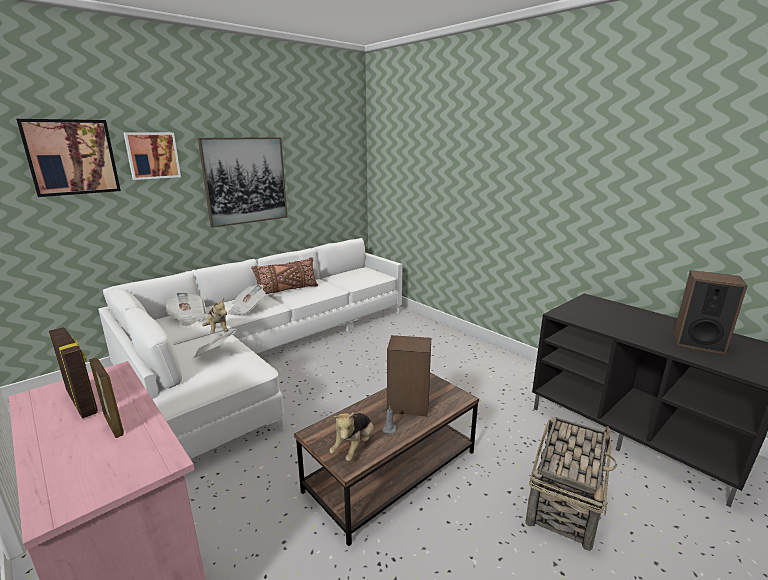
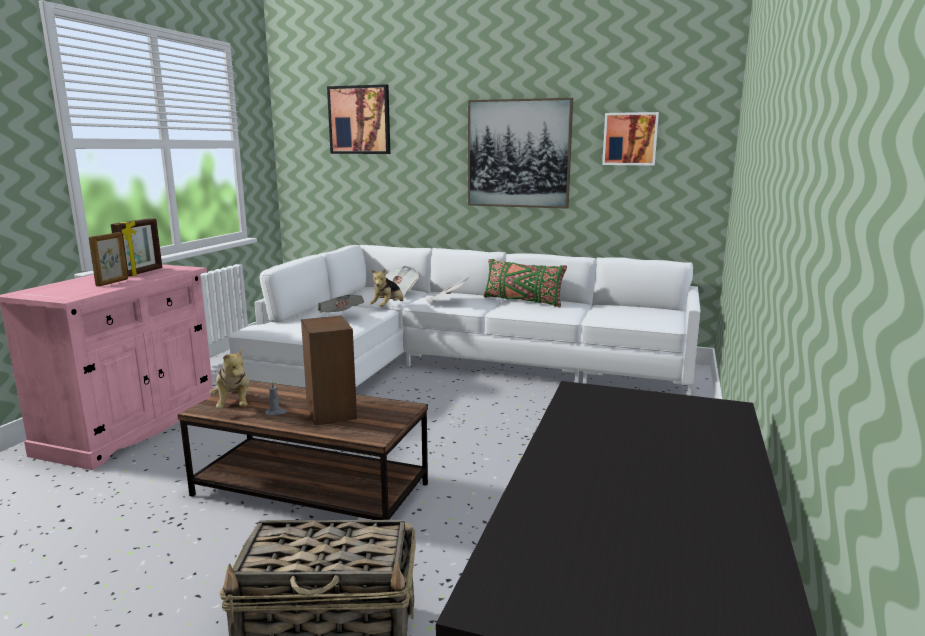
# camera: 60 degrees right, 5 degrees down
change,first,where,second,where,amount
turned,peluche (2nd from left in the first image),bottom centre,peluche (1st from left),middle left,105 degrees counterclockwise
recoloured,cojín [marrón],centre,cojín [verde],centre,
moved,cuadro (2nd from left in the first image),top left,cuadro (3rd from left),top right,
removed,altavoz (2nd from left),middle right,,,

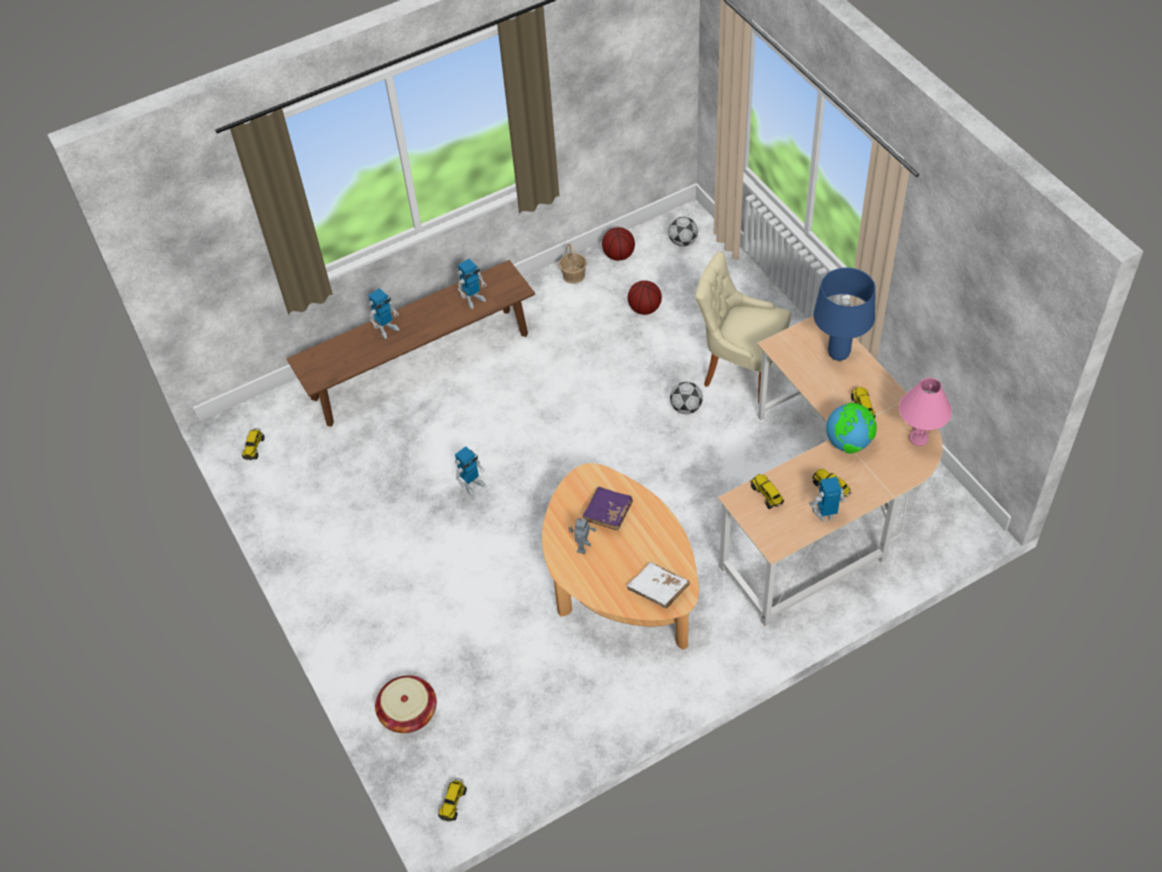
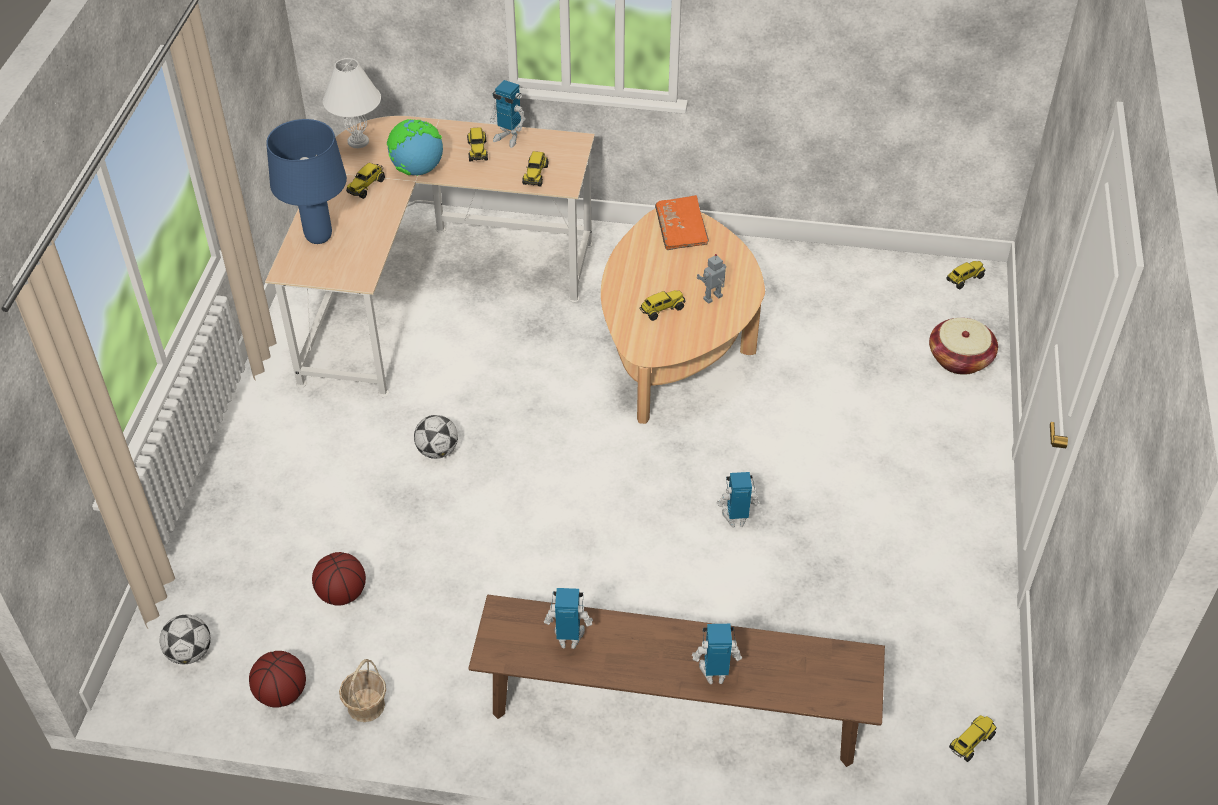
# camera: 145 degrees left, 5 degrees down
change,first,where,second,where,amount
recoloured,lámpara de mesa [rosa],middle right,lámpara de mesa [blanco],top left,
replaced,libro [morado],centre,camión de juguete (4th from left),centre,
recoloured,libro [blanco],bottom centre,libro [naranja],top centre,
removed,silla [beis],centre,,,

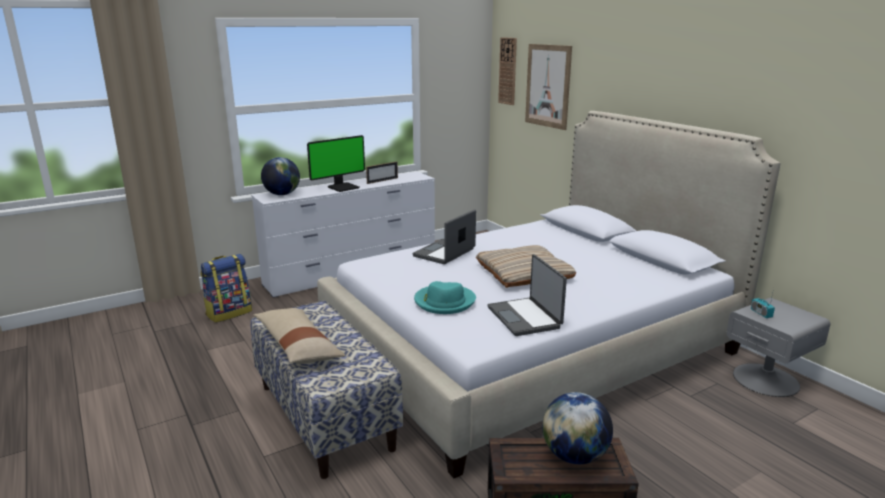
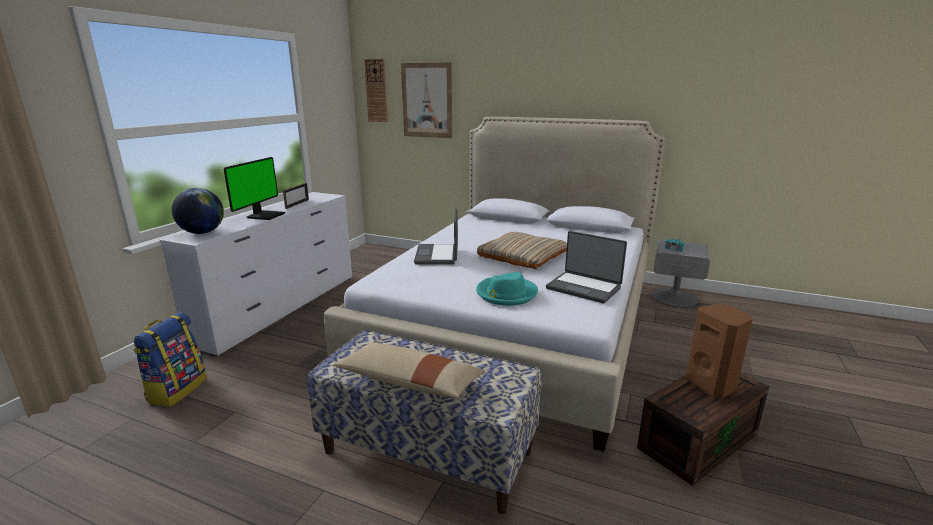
# camera: 35 degrees left, 0 degrees up
change,first,where,second,where,amount
replaced,globo terráqueo (2nd from left),bottom centre,altavoz [marrón],bottom right,

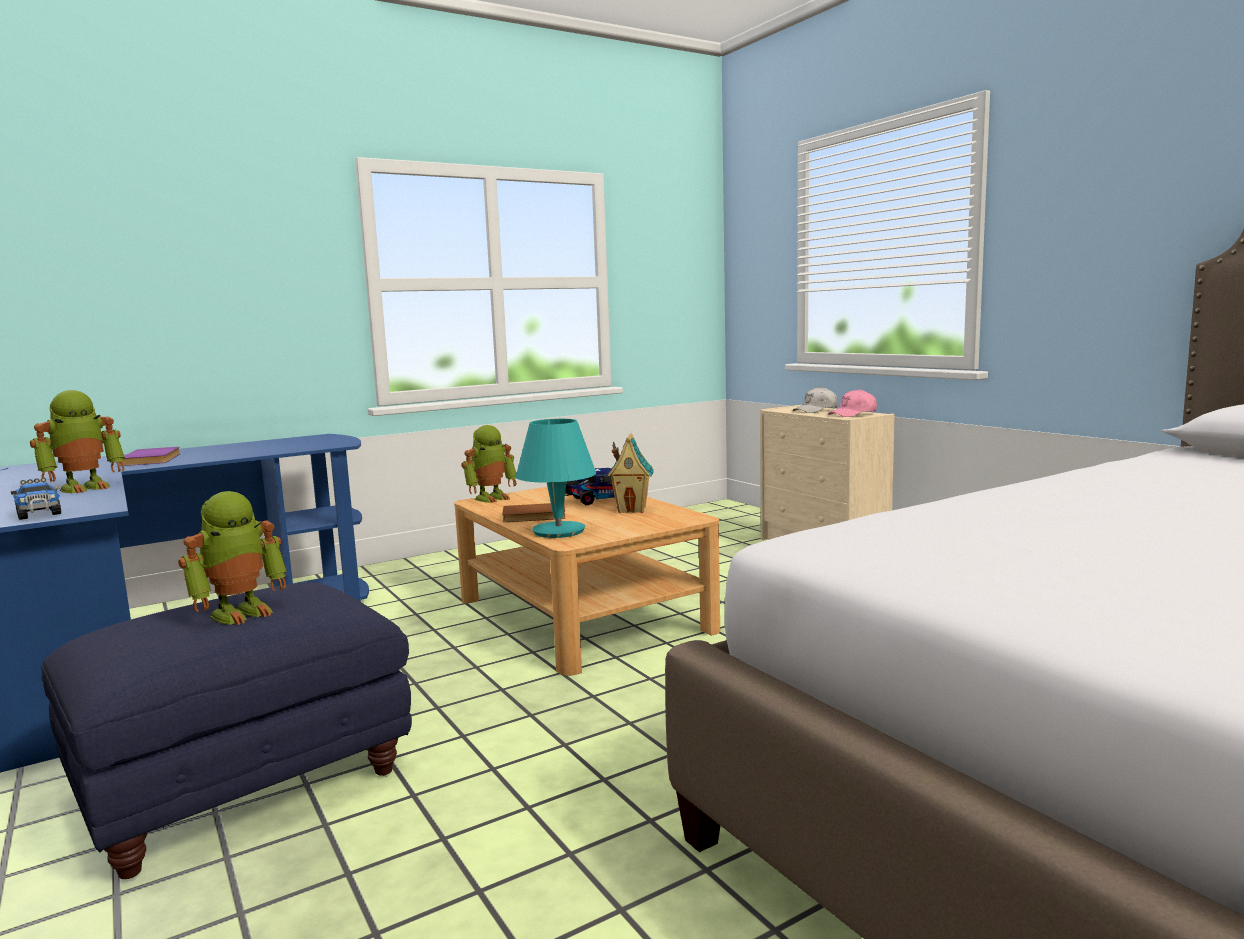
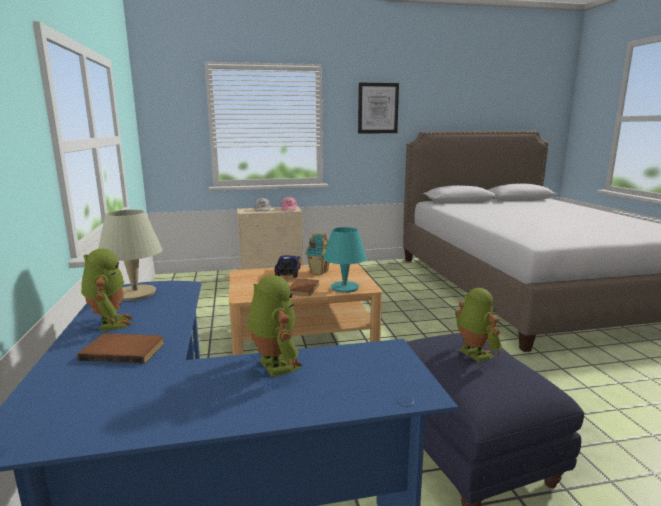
# camera: 70 degrees left, 5 degrees up
change,first,where,second,where,amount
recoloured,libro [morado],middle left,libro [marrón] (1st from left),bottom left,
moved,robot de juguete (3rd from left in the first image),centre,robot de juguete (1st from left),middle left,
added,,,lámpara de mesa [beis],middle left,
added,,,cuadro,top centre,
removed,camión de juguete (1st from left),middle left,,,

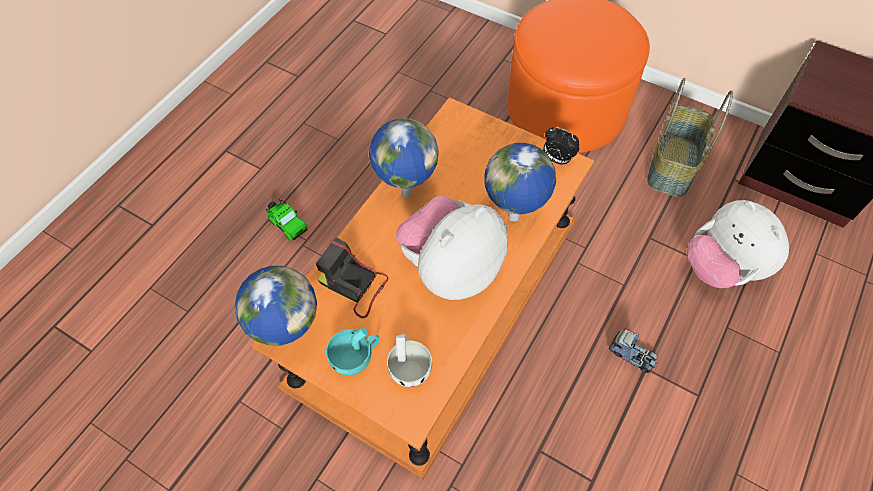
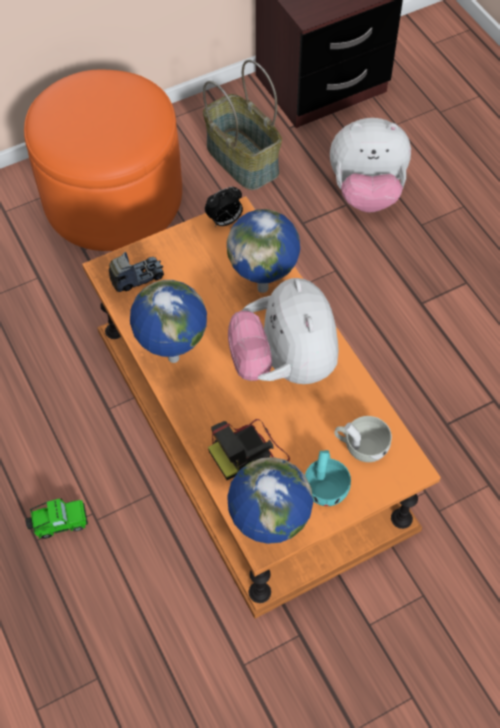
# camera: 60 degrees left, 0 degrees up
change,first,where,second,where,amount
moved,camión de juguete,bottom right,,middle left,

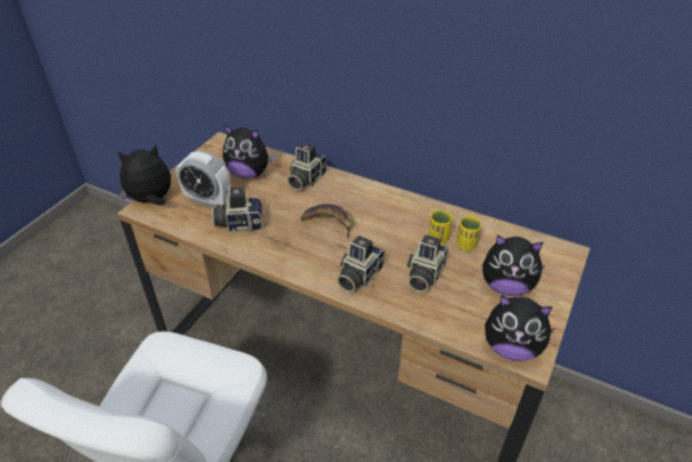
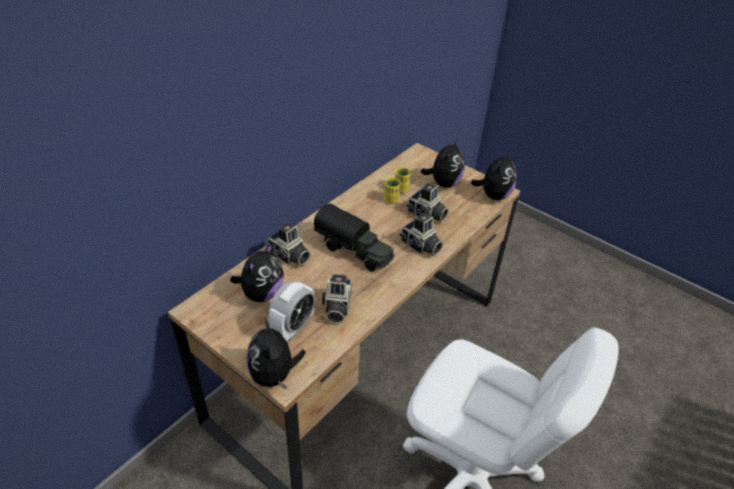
# camera: 80 degrees left, 0 degrees up
change,first,where,second,where,amount
replaced,plátano,centre,camión de juguete,centre,

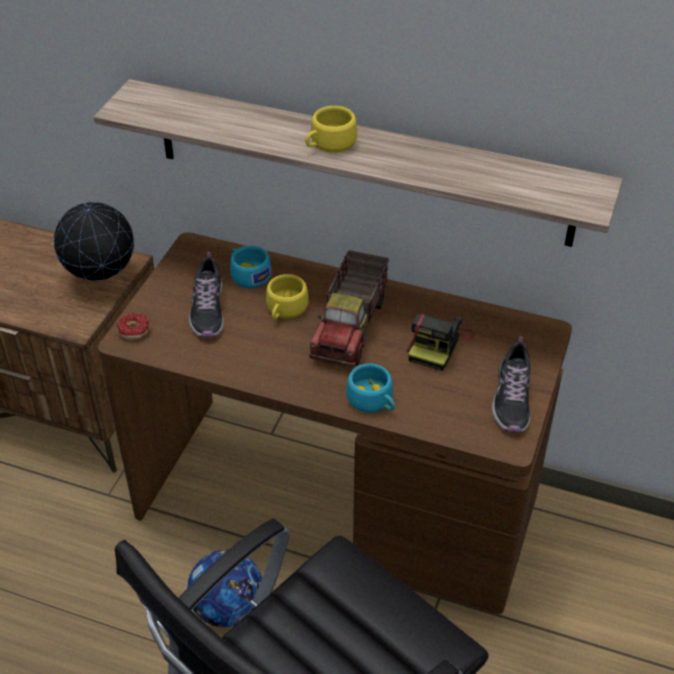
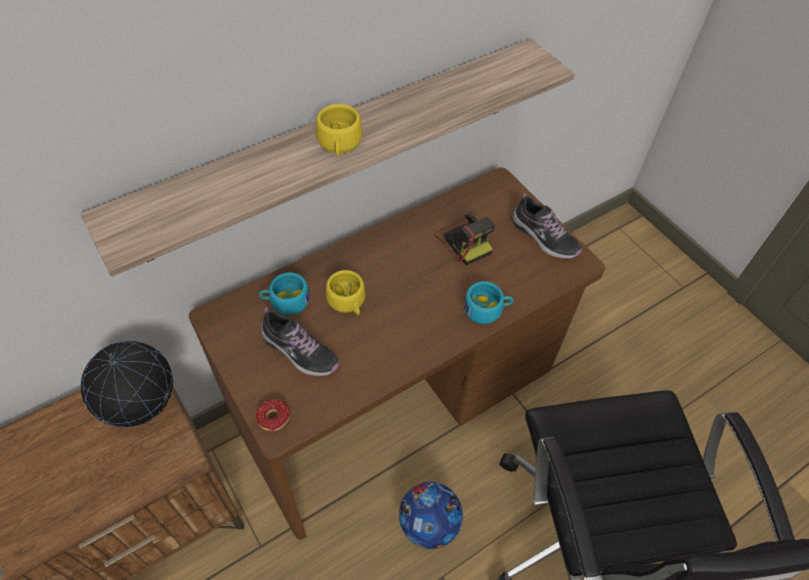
# camera: 55 degrees left, 10 degrees up
change,first,where,second,where,amount
removed,camión de juguete,centre,,,

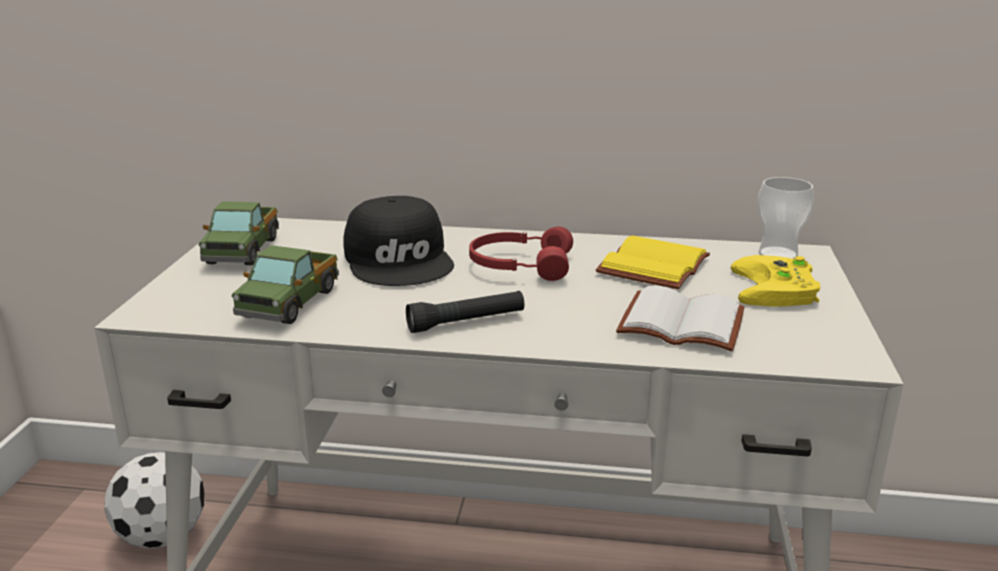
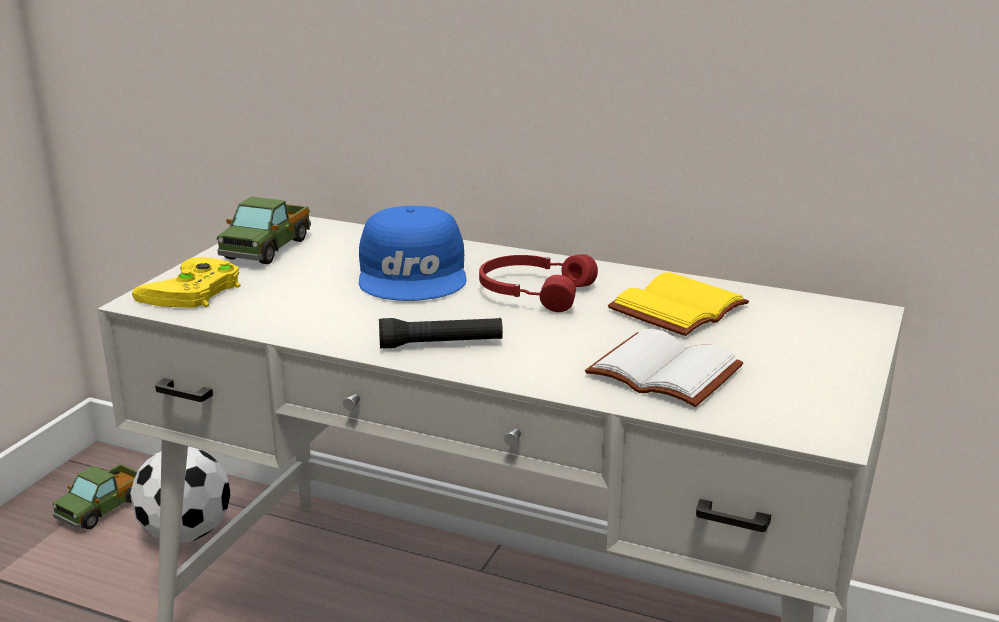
# camera: 15 degrees right, 0 degrees up
change,first,where,second,where,amount
moved,camión de juguete (2nd from left in the first image),middle left,camión de juguete (1st from left),bottom left,
moved,mando de consola [amarillo],middle right,,middle left,
recoloured,gorra [negro],centre,gorra [azul],centre,
removed,taza,middle right,,,

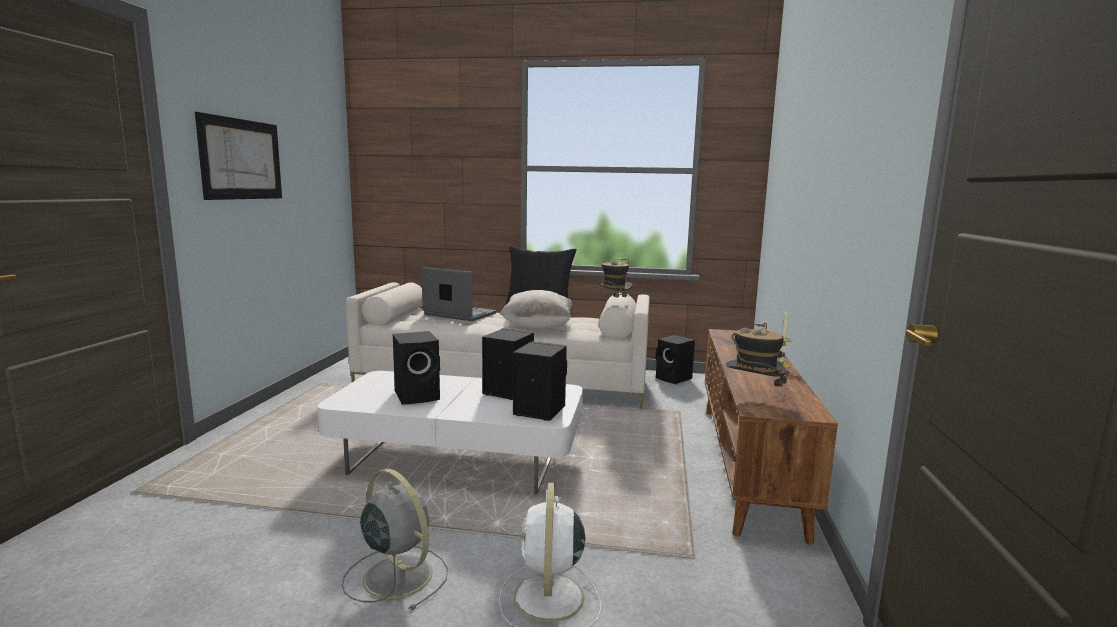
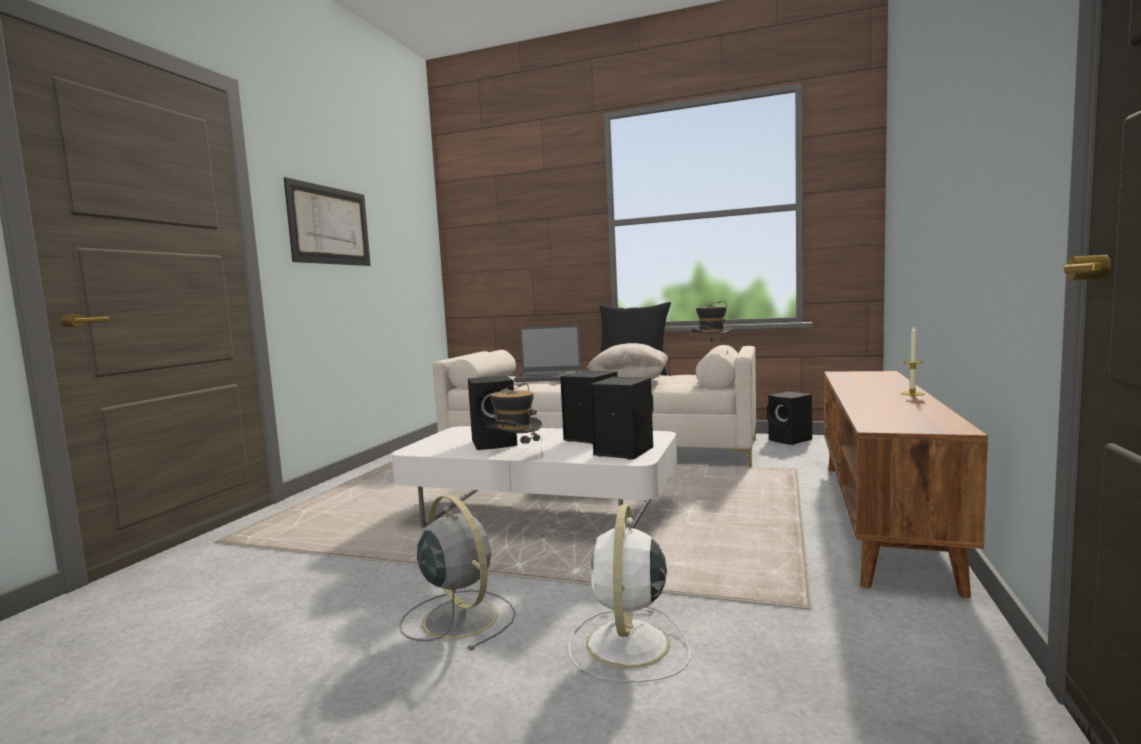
# camera: 10 degrees right, 5 degrees down
change,first,where,second,where,amount
moved,sombrero (2nd from left in the first image),middle right,sombrero (1st from left),centre,
turned,portátil,centre,,centre,150 degrees clockwise

